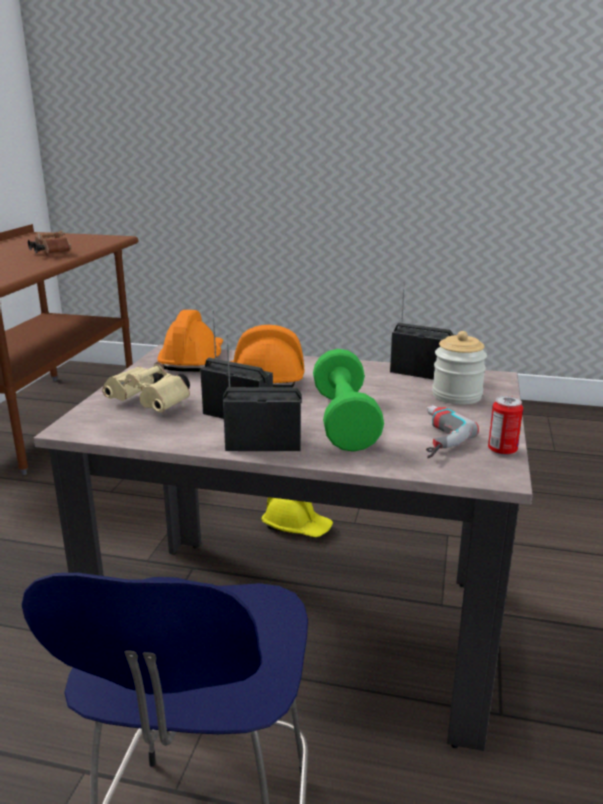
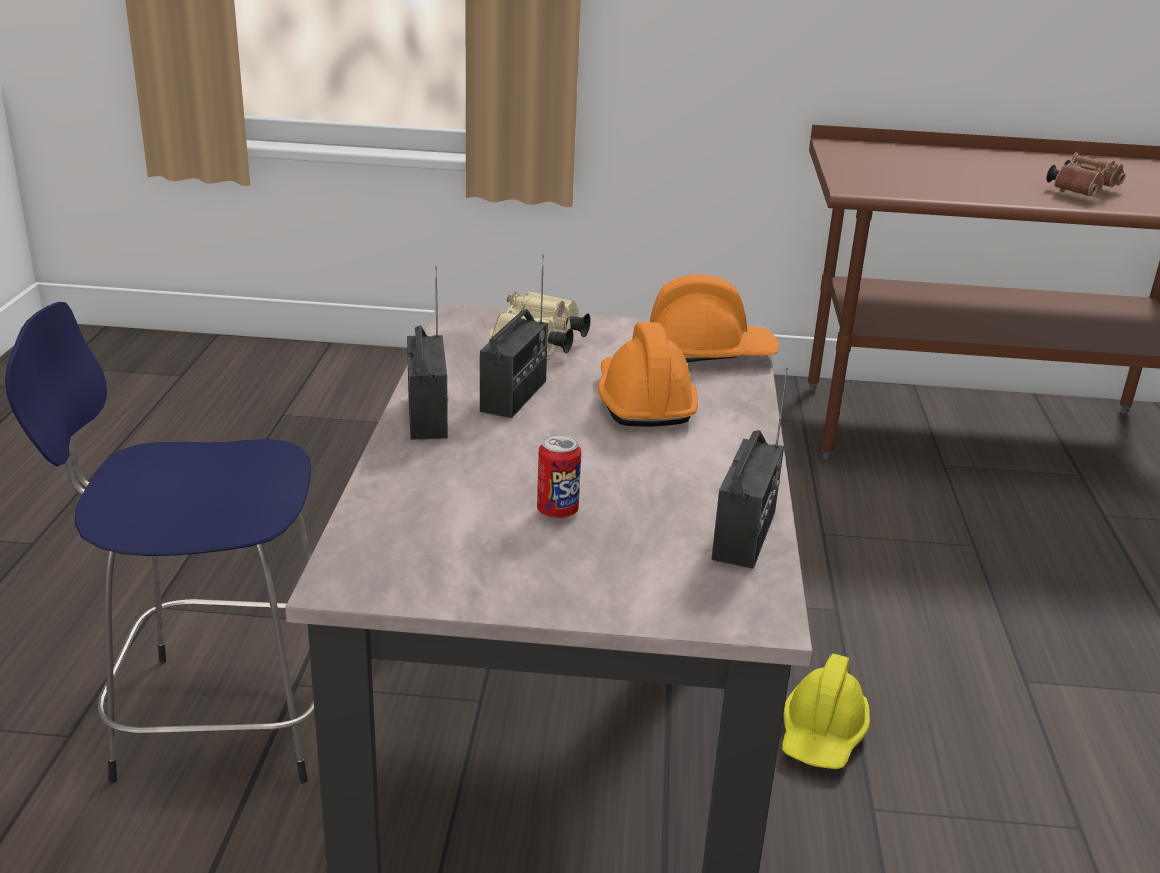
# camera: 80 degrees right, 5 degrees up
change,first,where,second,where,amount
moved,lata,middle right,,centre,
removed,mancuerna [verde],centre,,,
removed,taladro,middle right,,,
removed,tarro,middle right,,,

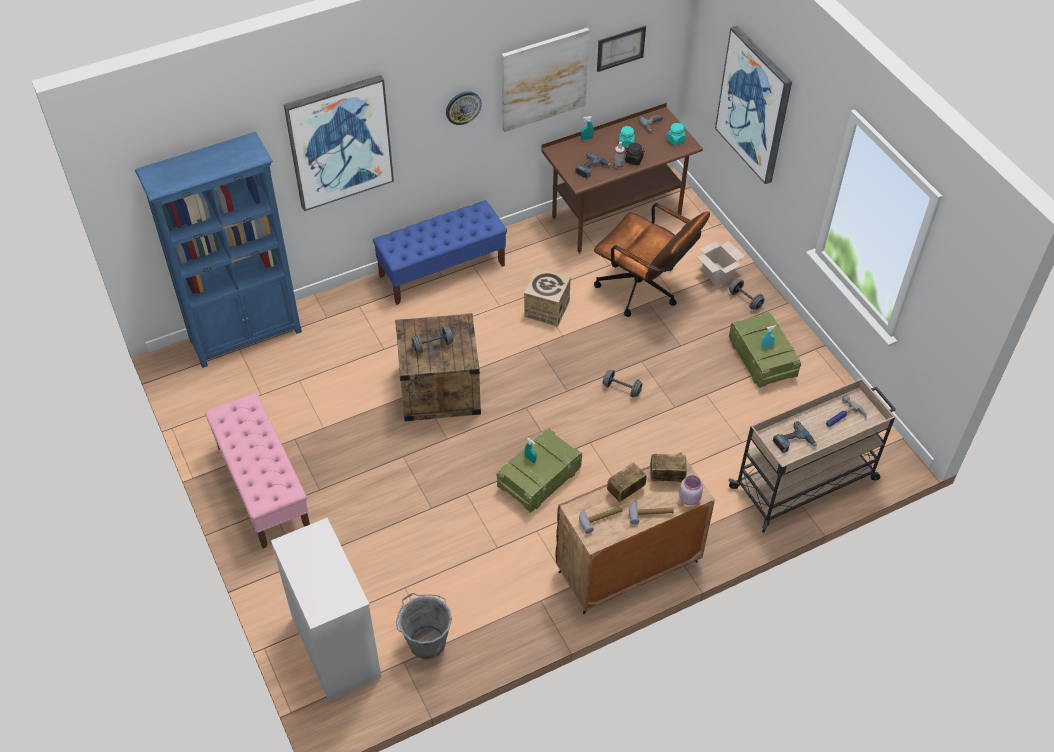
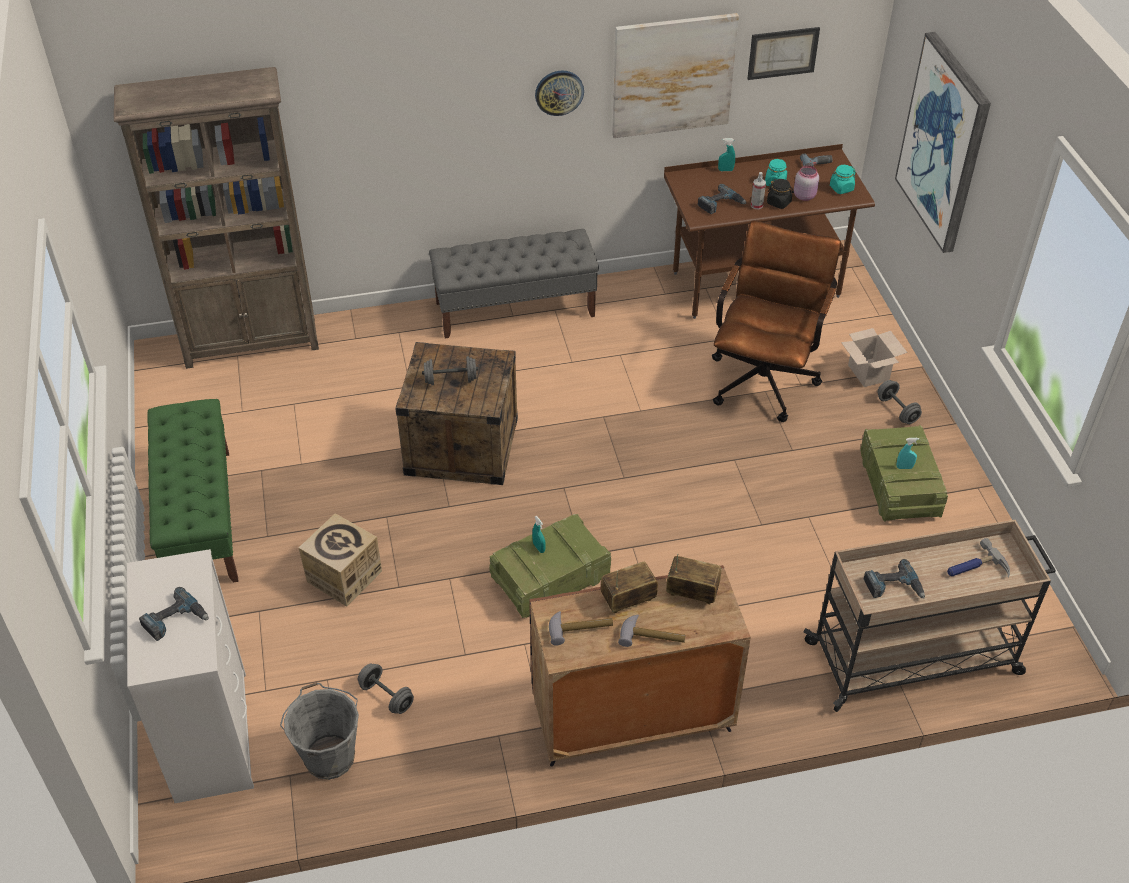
# camera: 15 degrees right, 5 degrees down
change,first,where,second,where,amount
recoloured,estantería [azul],top left,estantería [marrón],top left,
added,,,taladro (1st from left),bottom left,
recoloured,banco [rosa],middle left,banco [verde],middle left,
moved,caja de cartón (1st from left),centre,,middle left,
moved,mancuerna [gris] (2nd from left in the first image),centre,mancuerna [gris] (1st from left),bottom centre,
recoloured,banco [azul],centre,banco [gris],top centre,
turned,silla de oficina [marrón],centre,,middle right,120 degrees counterclockwise
moved,tarro [rosa],centre,,top right,
removed,cuadro (1st from left),top left,,,

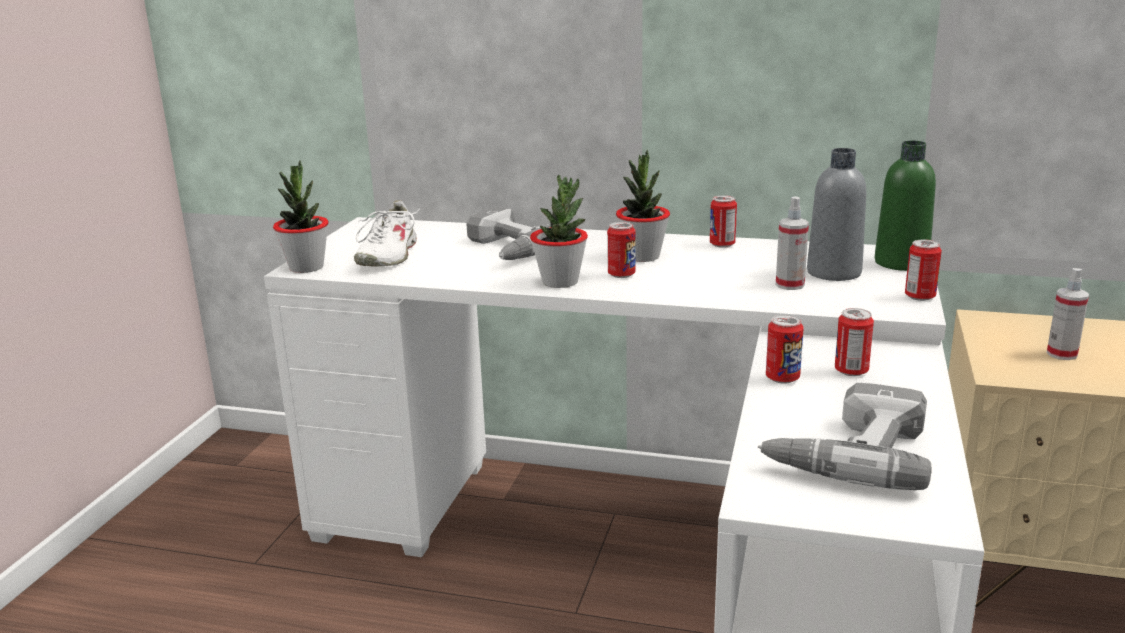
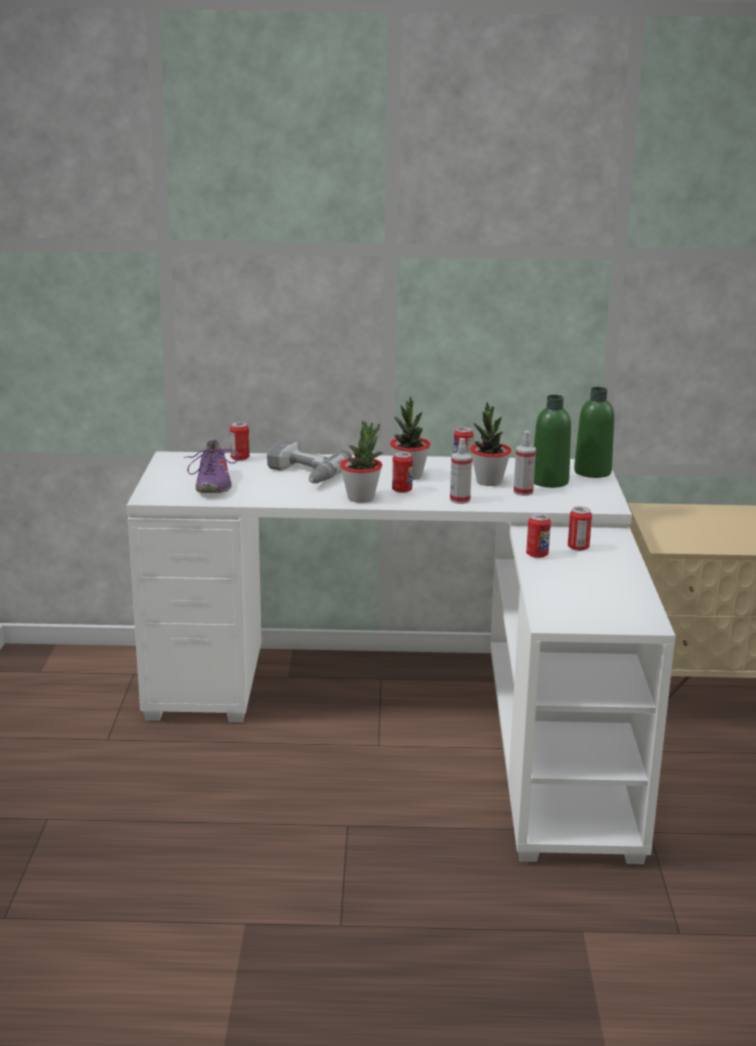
# camera: 15 degrees left, 0 degrees up
change,first,where,second,where,amount
recoloured,zapato [blanco],centre,zapato [morado],middle left,
moved,lata (5th from left in the first image),middle right,lata (1st from left),middle left,
moved,pulverizador (2nd from left in the first image),middle right,pulverizador (1st from left),centre,
moved,planta en maceta (1st from left in the first image),middle left,planta en maceta (3rd from left),centre,
recoloured,botella [gris],middle right,botella [verde] (1st from left),middle right,
removed,taladro (2nd from left),bottom right,,,

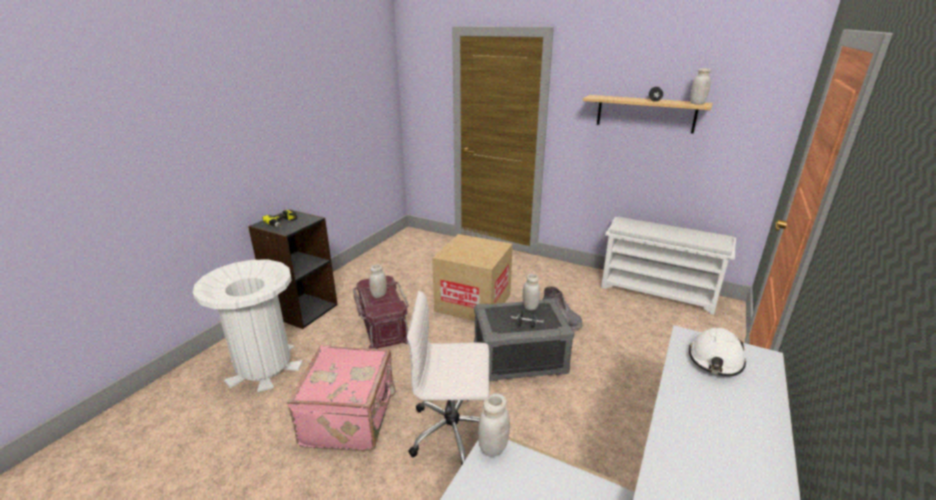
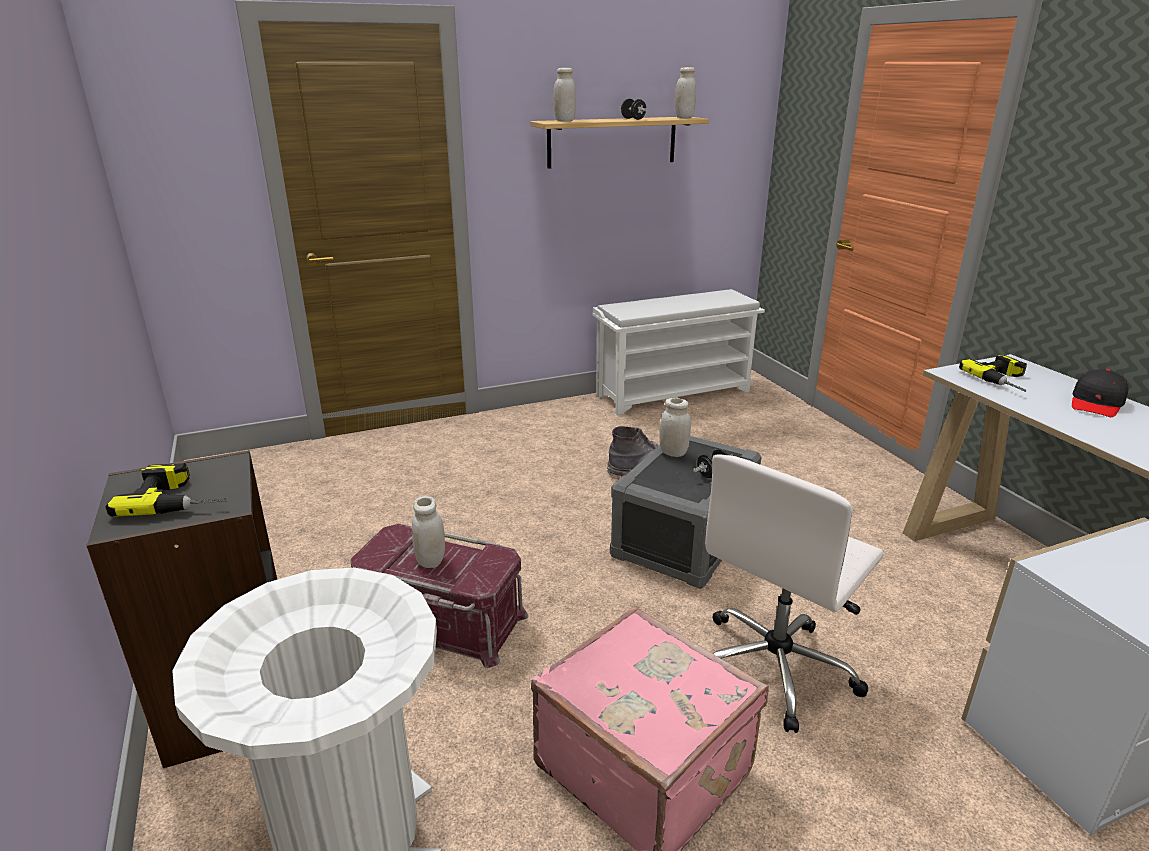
# camera: 50 degrees left, 0 degrees up
change,first,where,second,where,amount
moved,tarro [blanco] (2nd from left),bottom centre,,top centre,
replaced,casco [blanco],bottom right,taladro (2nd from left),middle right,
added,,,gorra [negro],middle right,
removed,caja de cartón,centre,,,

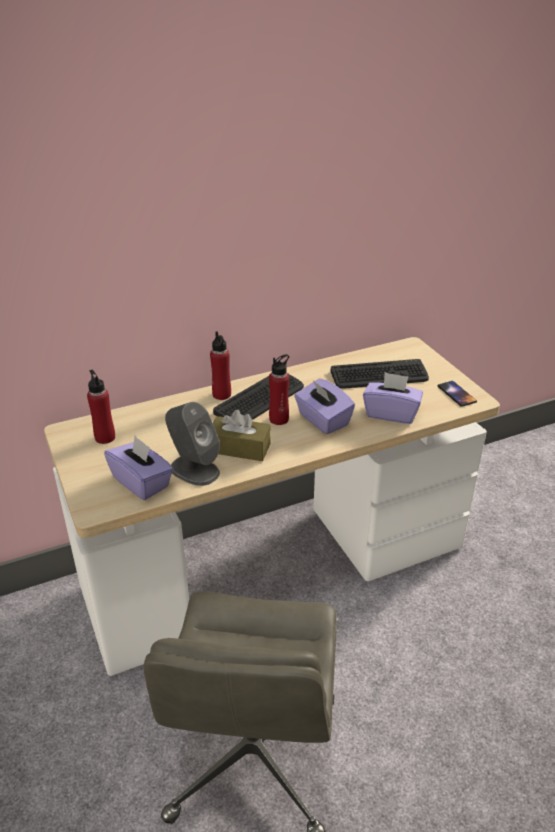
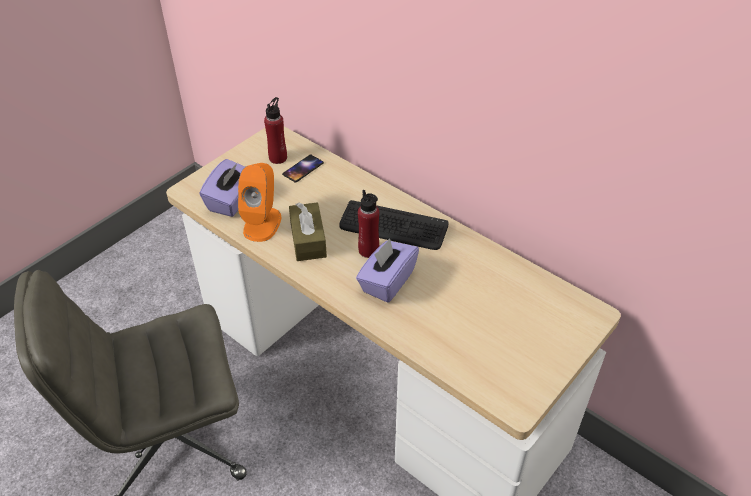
# camera: 65 degrees right, 10 degrees up
change,first,where,second,where,amount
recoloured,altavoz [gris],centre,altavoz [naranja],centre,
moved,móvil,middle right,,centre,
removed,botella [rojo] (2nd from left),centre,,,
removed,teclado (2nd from left),middle right,,,
removed,caja de pañuelos [morado] (3rd from left),middle right,,,

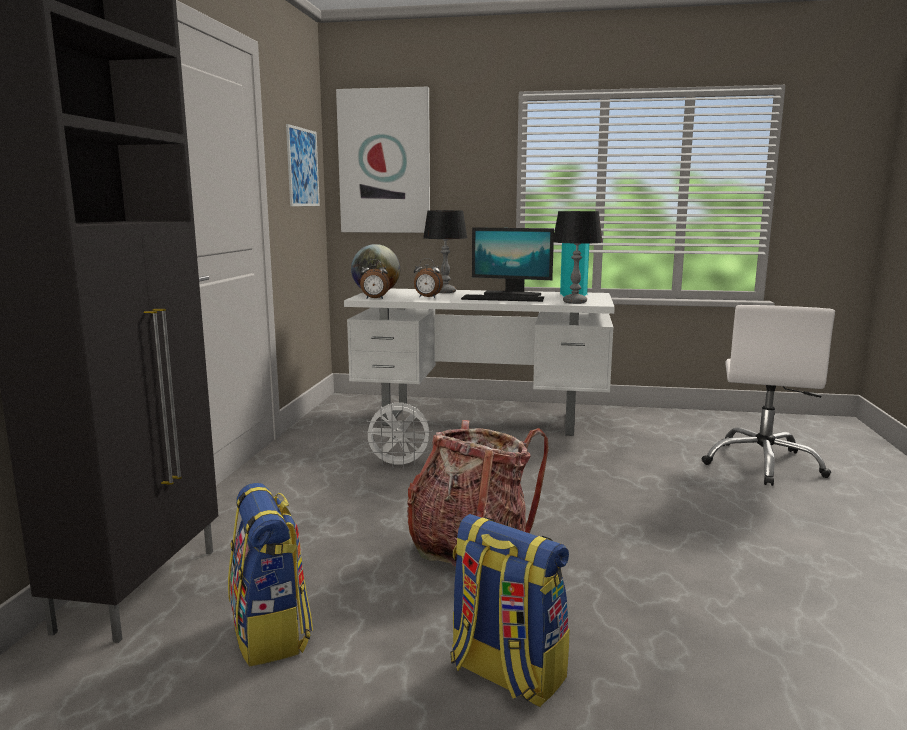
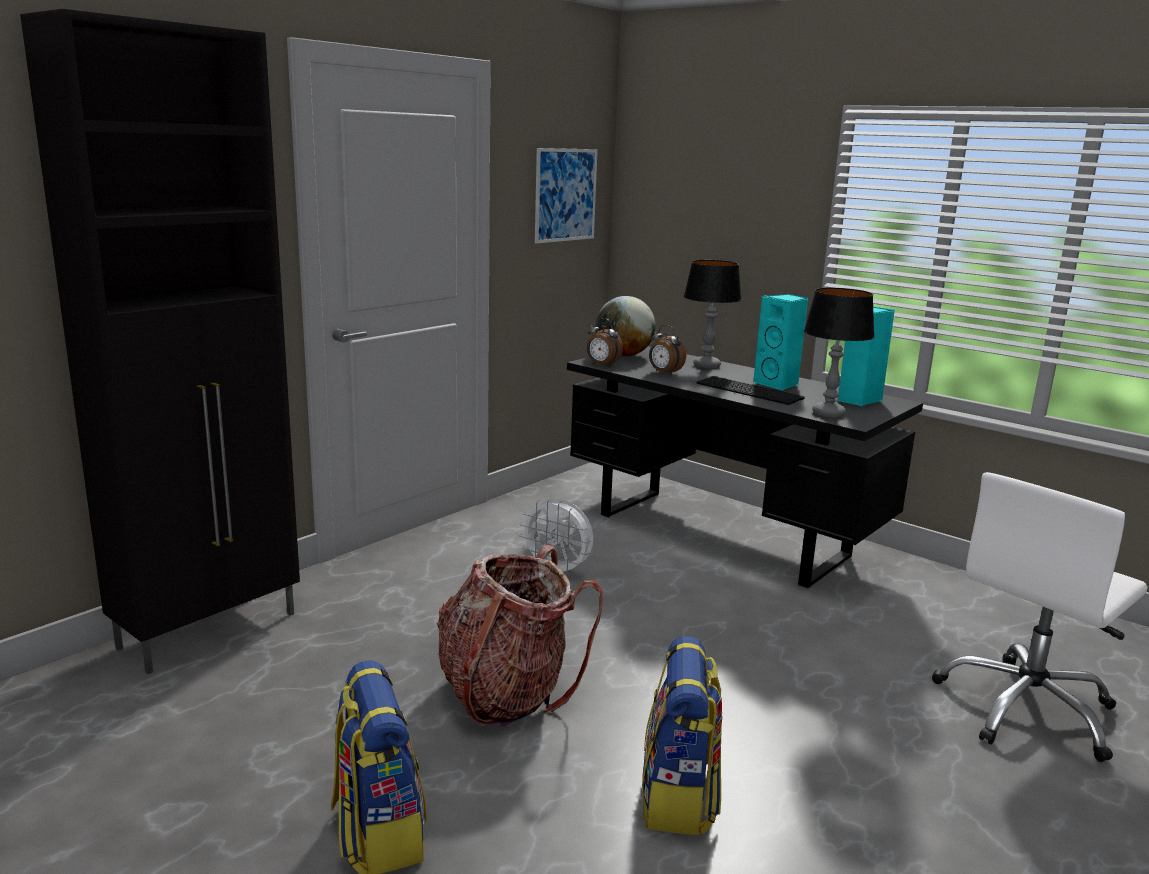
# camera: 30 degrees right, 5 degrees up
change,first,where,second,where,amount
recoloured,escritorio [blanco],centre,escritorio [negro],centre,
moved,mochila (1st from left in the first image),bottom left,mochila (3rd from left),bottom centre,
replaced,monitor,centre,altavoz [turquesa] (1st from left),middle right,
removed,cuadro (2nd from left),top centre,,,

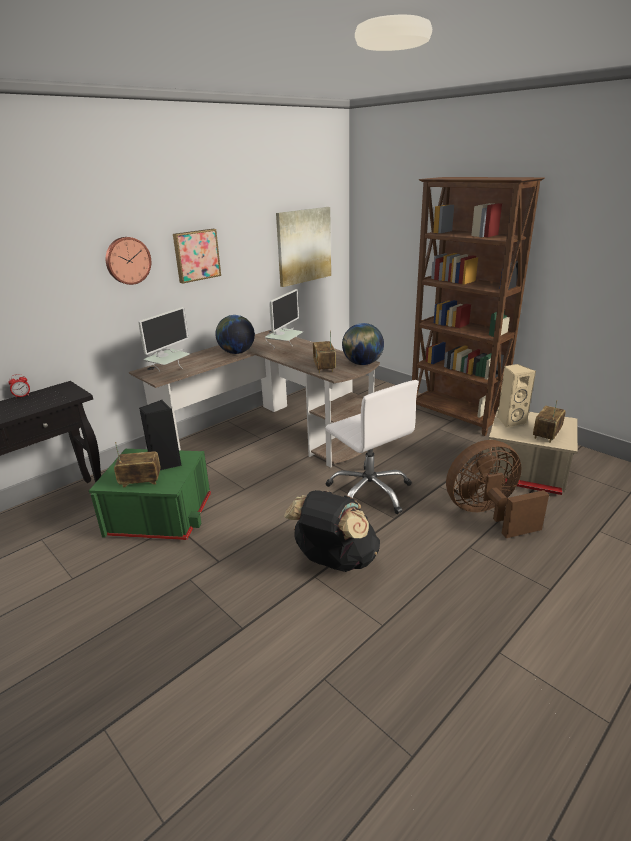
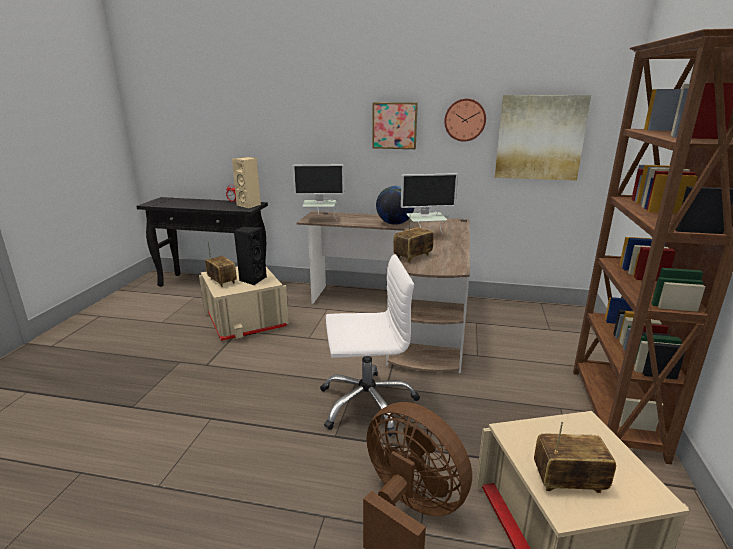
# camera: 55 degrees right, 5 degrees down
change,first,where,second,where,amount
recoloured,caja de almacenaje [verde],middle left,caja de almacenaje [beis] (1st from left),middle left,
moved,altavoz [beis],middle right,,top centre,
turned,silla de oficina [blanco],centre,,centre,120 degrees counterclockwise
moved,reloj de pared,top left,,top centre,
removed,mochila [negro],centre,,,
removed,globo terráqueo (2nd from left),centre,,,

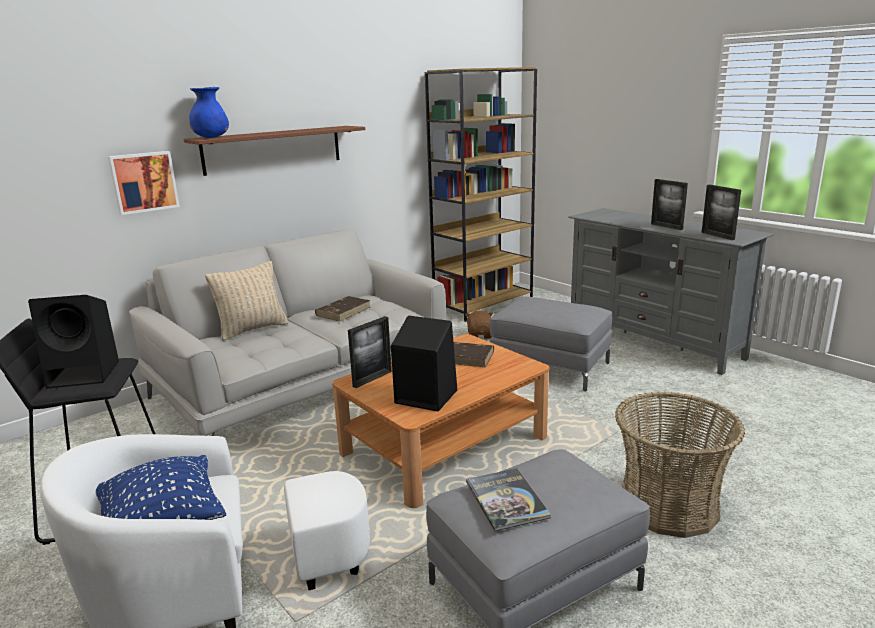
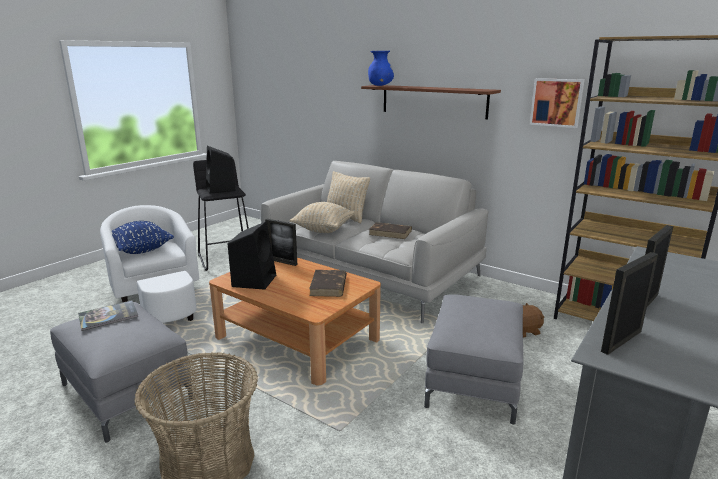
# camera: 75 degrees right, 0 degrees up
change,first,where,second,where,amount
added,,,cojín [beis] (1st from left),centre,
moved,cuadro,top left,,top right,

